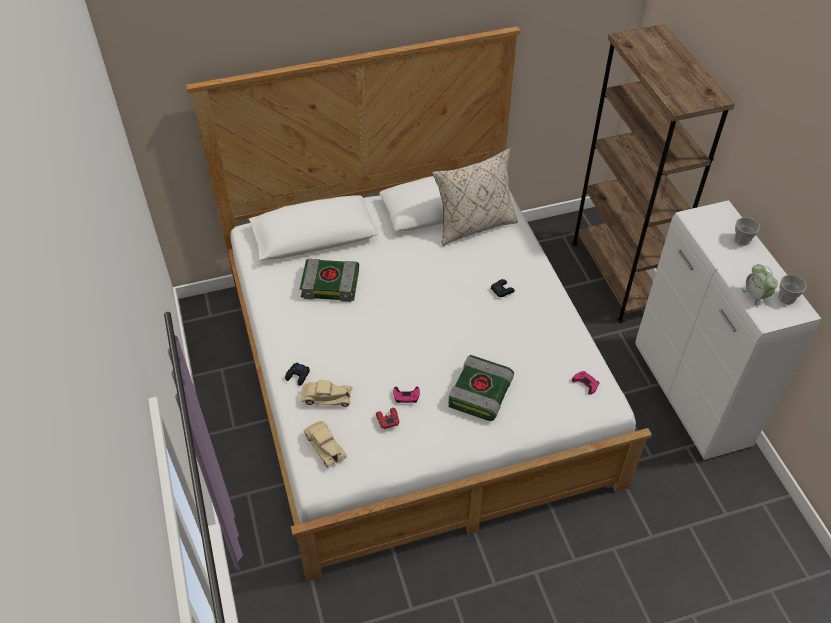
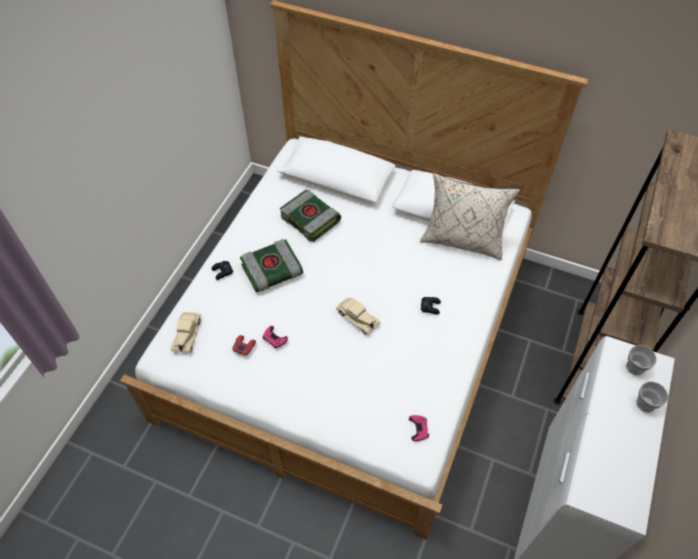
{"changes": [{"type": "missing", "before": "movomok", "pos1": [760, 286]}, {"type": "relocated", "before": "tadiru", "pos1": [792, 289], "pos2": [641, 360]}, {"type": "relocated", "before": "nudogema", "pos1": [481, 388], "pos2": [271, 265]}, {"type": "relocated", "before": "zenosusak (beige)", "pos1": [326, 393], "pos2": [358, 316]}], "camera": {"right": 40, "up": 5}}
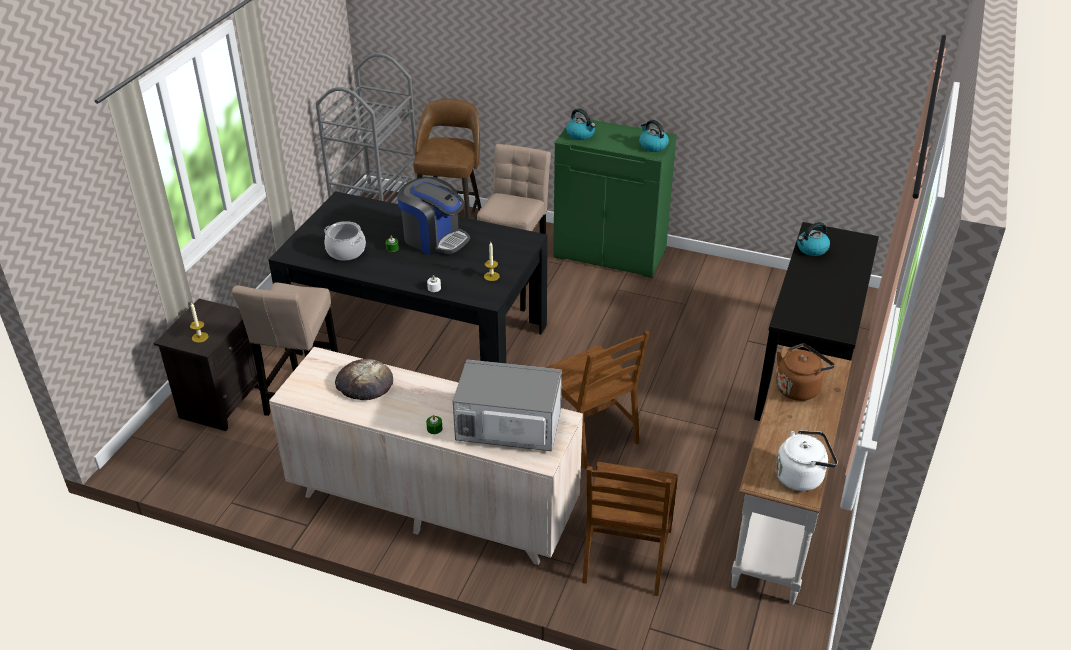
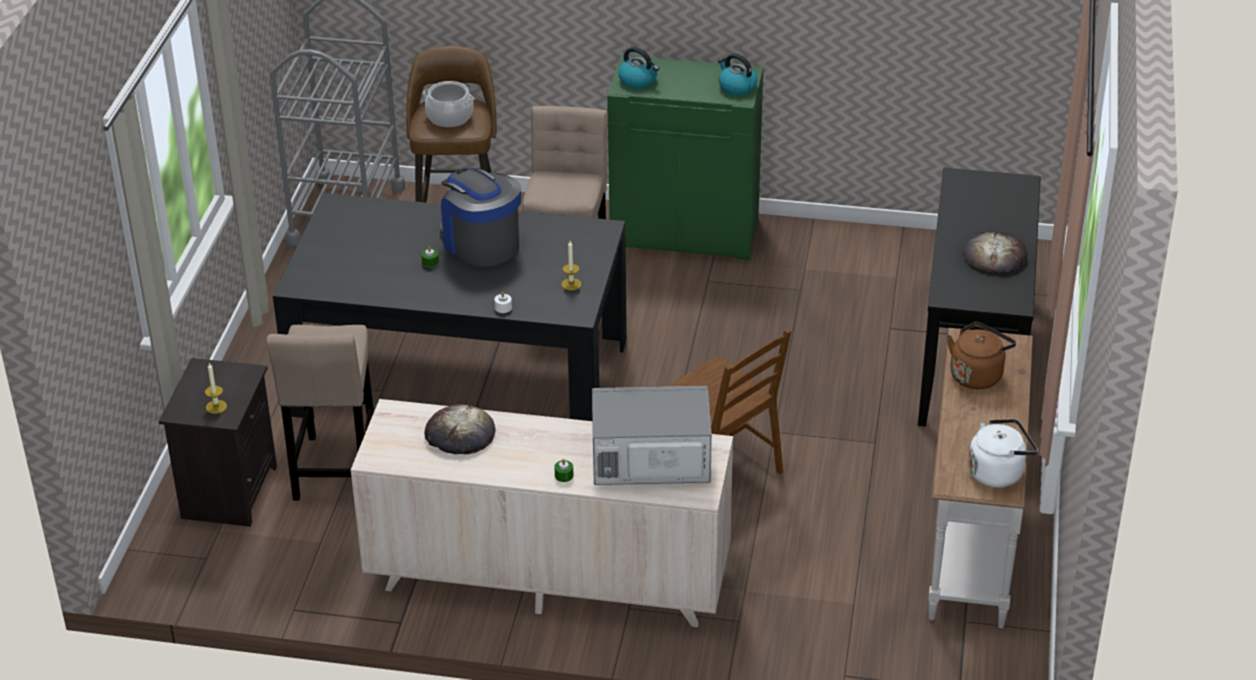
{"changes": [{"type": "spun", "before": "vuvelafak", "pos1": [433, 216], "pos2": [480, 217], "turn": -150}, {"type": "relocated", "before": "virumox", "pos1": [345, 240], "pos2": [448, 104]}, {"type": "missing", "before": "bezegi", "pos1": [813, 239]}, {"type": "missing", "before": "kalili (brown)", "pos1": [630, 529]}, {"type": "appeared", "after": "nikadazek", "pos2": [995, 252]}], "camera": {"right": -10, "up": 0}}
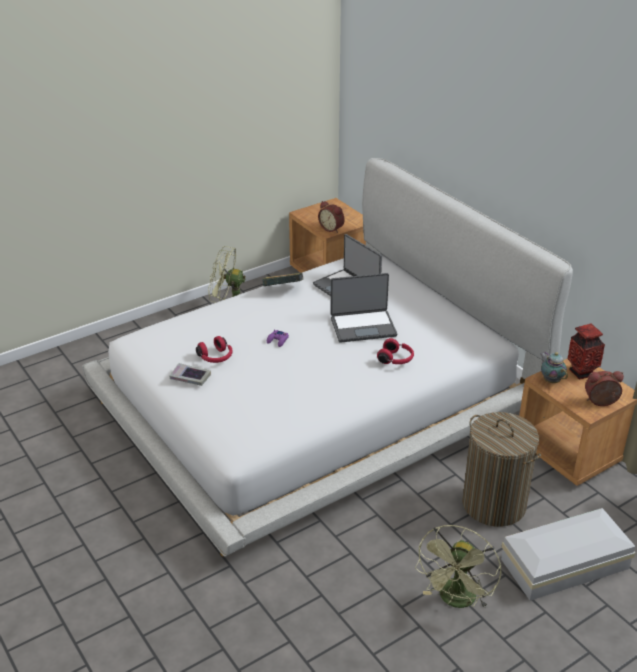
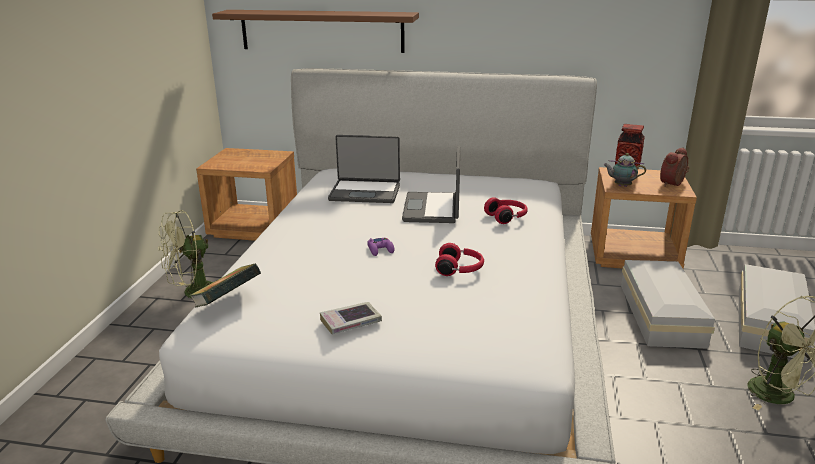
{"changes": [{"type": "missing", "before": "movomok", "pos1": [331, 217]}, {"type": "relocated", "before": "nudogema", "pos1": [283, 279], "pos2": [225, 285]}, {"type": "spun", "before": "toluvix", "pos1": [364, 308], "pos2": [431, 184], "turn": 150}, {"type": "relocated", "before": "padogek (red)", "pos1": [214, 349], "pos2": [459, 259]}, {"type": "exchanged", "before": "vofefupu", "after": "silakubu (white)", "pos1": [501, 469], "pos2": [668, 304]}, {"type": "appeared", "after": "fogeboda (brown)", "pos2": [315, 31]}], "camera": {"right": -45, "up": -10}}
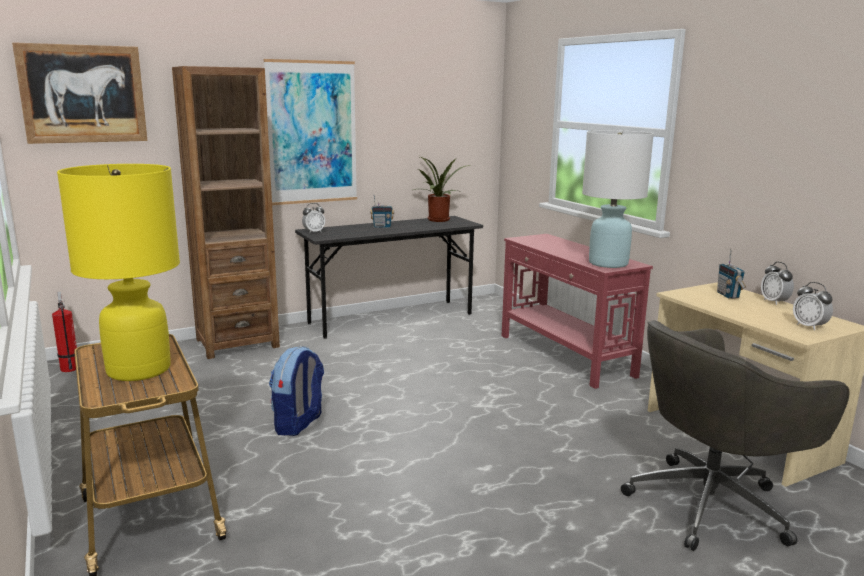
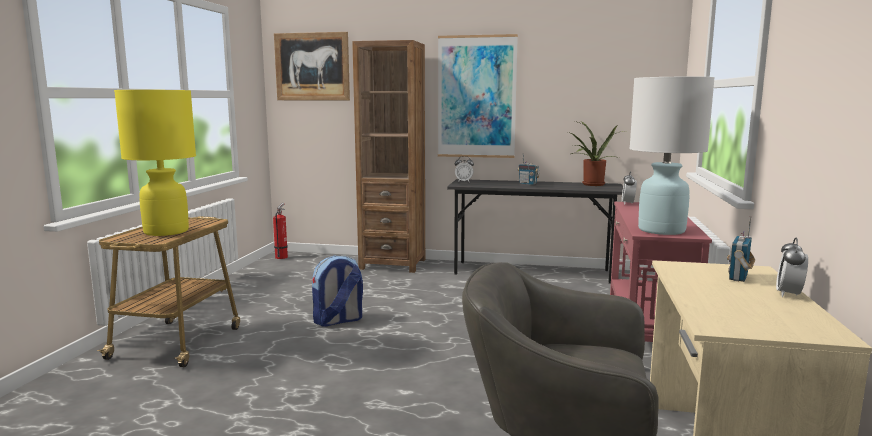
{"changes": [{"type": "relocated", "before": "movomok", "pos1": [813, 306], "pos2": [629, 188]}], "camera": {"right": 40, "up": -5}}
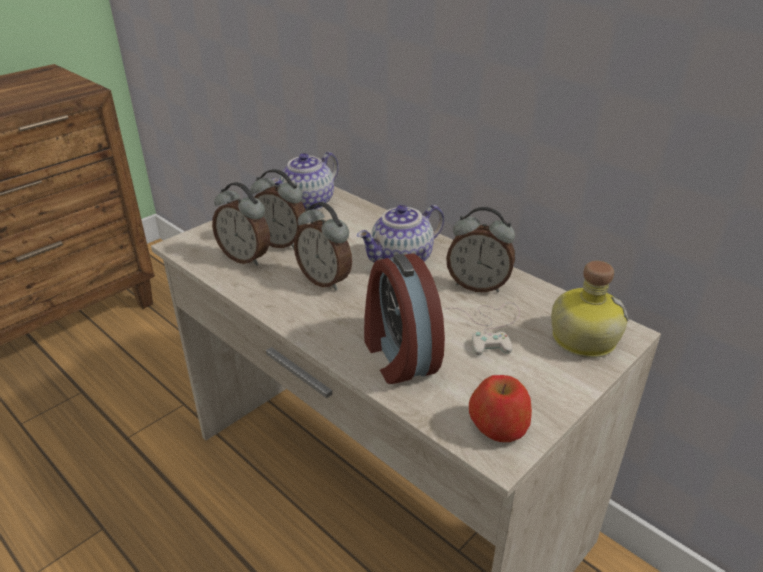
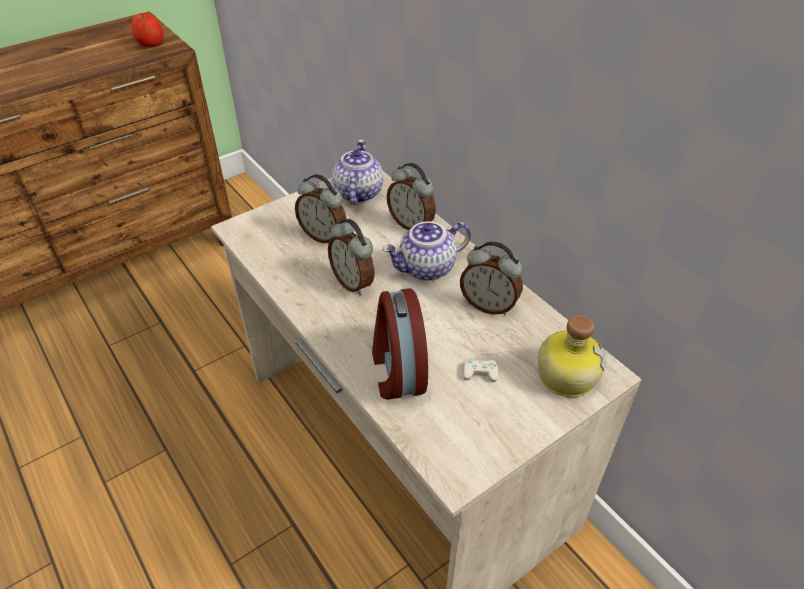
{"changes": [{"type": "spun", "before": "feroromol", "pos1": [305, 181], "pos2": [357, 172], "turn": 135}, {"type": "relocated", "before": "movomok", "pos1": [241, 224], "pos2": [411, 196]}, {"type": "relocated", "before": "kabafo", "pos1": [500, 408], "pos2": [147, 30]}], "camera": {"right": 10, "up": 10}}
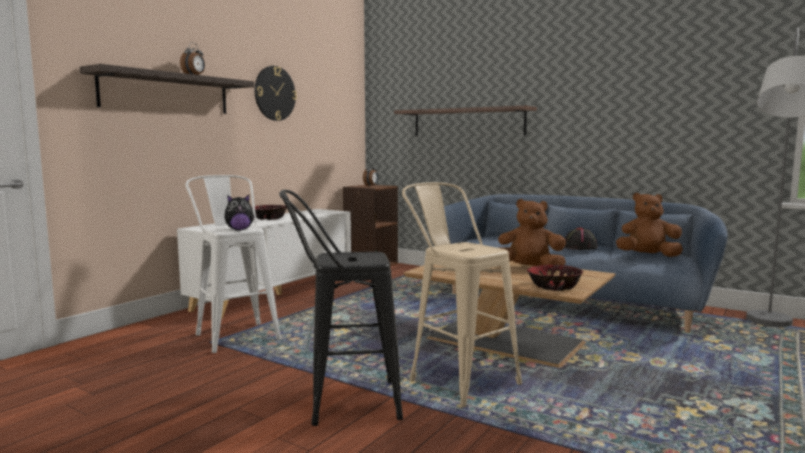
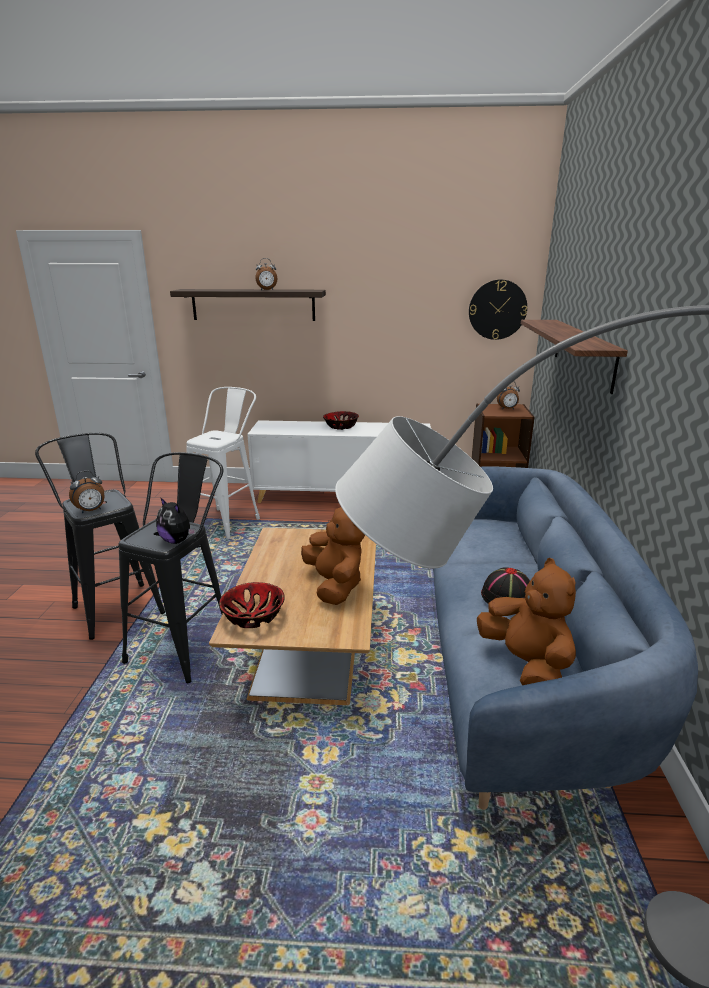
{"changes": [{"type": "relocated", "before": "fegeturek", "pos1": [275, 93], "pos2": [498, 310]}, {"type": "colour", "before": "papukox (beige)", "after": "papukox (black)", "pos1": [462, 294], "pos2": [170, 567]}, {"type": "relocated", "before": "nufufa", "pos1": [240, 212], "pos2": [176, 520]}, {"type": "appeared", "after": "movomok", "pos2": [86, 492]}], "camera": {"right": 60, "up": 15}}
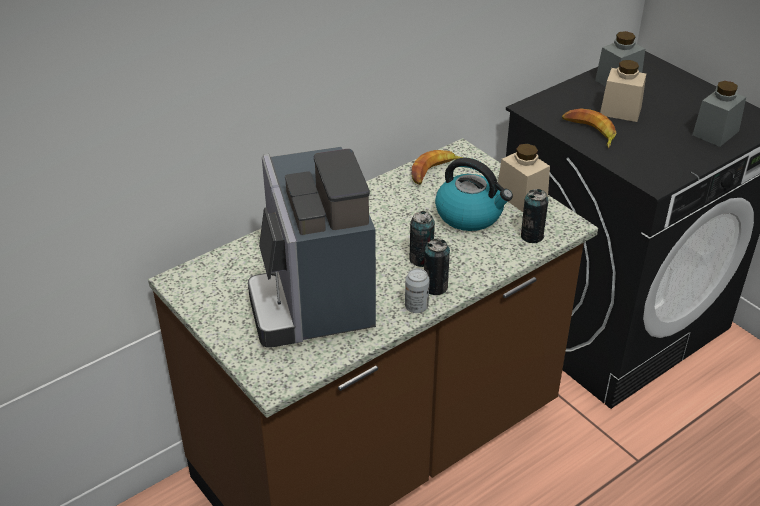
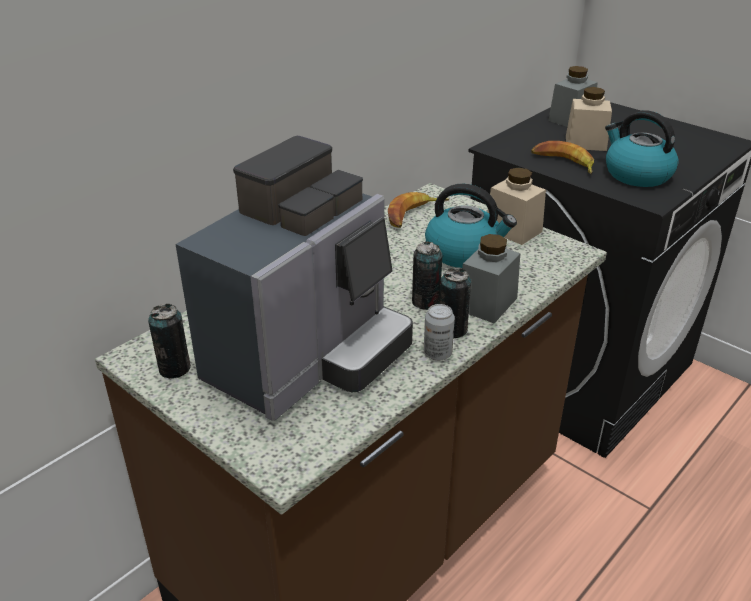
{"changes": [{"type": "relocated", "before": "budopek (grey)", "pos1": [719, 114], "pos2": [491, 278]}, {"type": "spun", "before": "vuvelafak", "pos1": [312, 247], "pos2": [294, 278], "turn": -120}, {"type": "relocated", "before": "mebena", "pos1": [534, 216], "pos2": [169, 341]}, {"type": "appeared", "after": "bezegi", "pos2": [642, 148]}], "camera": {"right": -10, "up": -5}}
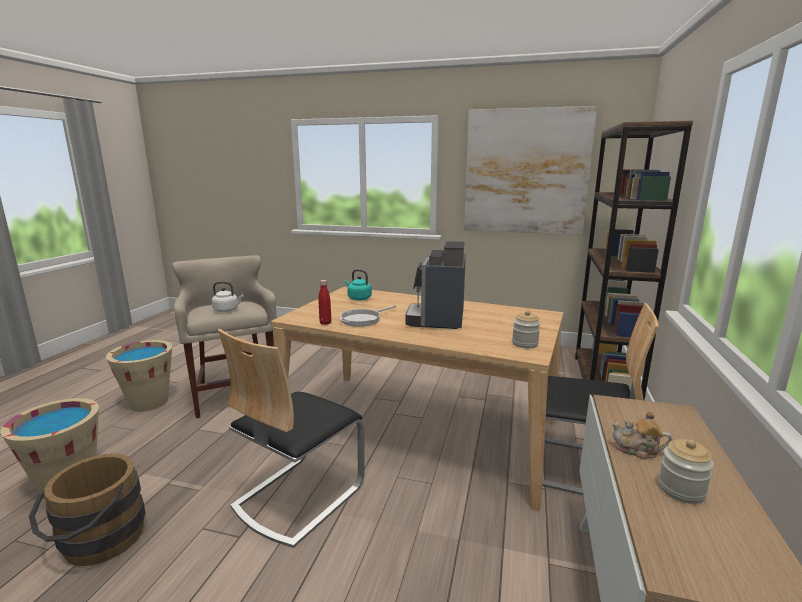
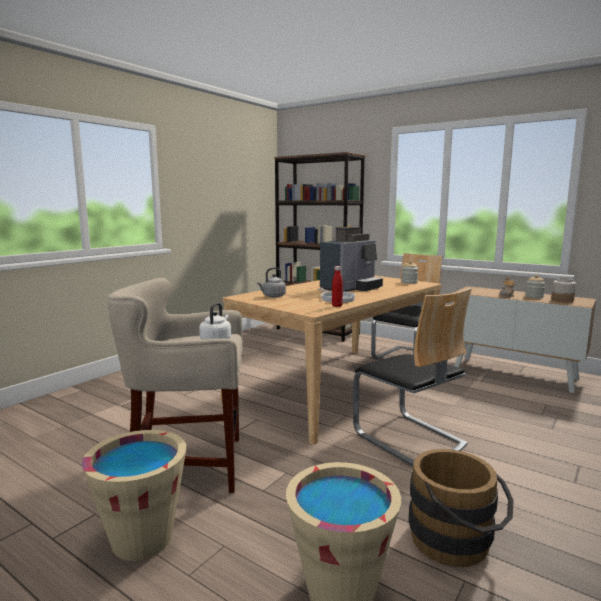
{"changes": [{"type": "missing", "before": "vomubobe", "pos1": [530, 170]}, {"type": "spun", "before": "vuvelafak", "pos1": [435, 285], "pos2": [351, 259], "turn": -75}, {"type": "colour", "before": "bezegi (turquoise)", "after": "bezegi (grey)", "pos1": [358, 284], "pos2": [271, 282]}, {"type": "appeared", "after": "budopek", "pos2": [563, 290]}], "camera": {"right": -70, "up": -5}}
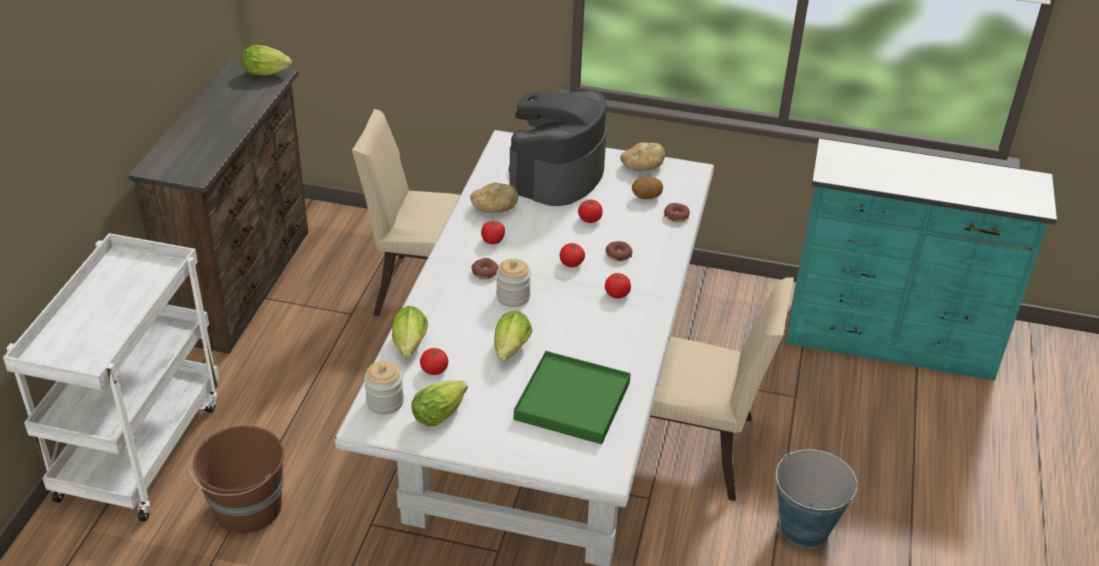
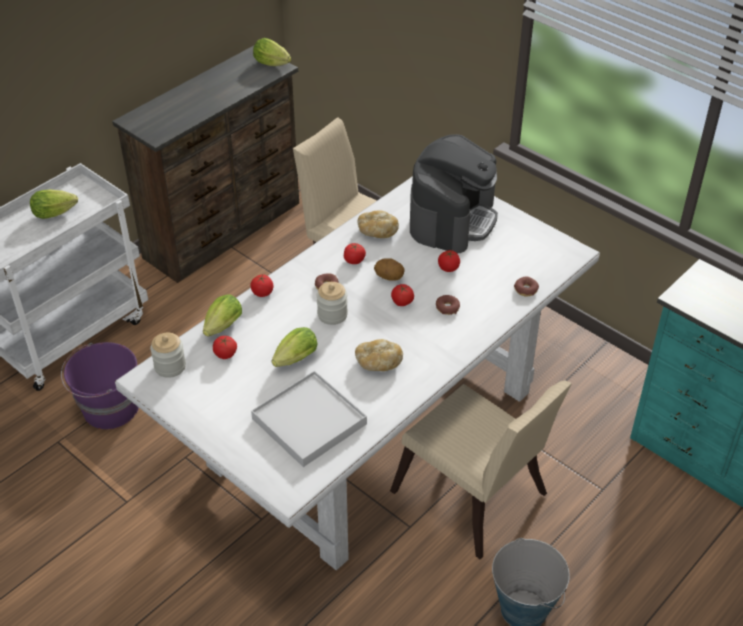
{"changes": [{"type": "spun", "before": "vuvelafak", "pos1": [558, 147], "pos2": [454, 194], "turn": 150}, {"type": "relocated", "before": "nikadazek", "pos1": [642, 157], "pos2": [379, 355]}, {"type": "relocated", "before": "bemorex", "pos1": [647, 187], "pos2": [389, 269]}, {"type": "relocated", "before": "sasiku", "pos1": [618, 286], "pos2": [261, 285]}, {"type": "colour", "before": "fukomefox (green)", "after": "fukomefox (white)", "pos1": [572, 397], "pos2": [309, 419]}, {"type": "relocated", "before": "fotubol", "pos1": [439, 403], "pos2": [54, 204]}, {"type": "colour", "before": "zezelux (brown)", "after": "zezelux (purple)", "pos1": [236, 480], "pos2": [100, 385]}], "camera": {"right": 30, "up": 5}}
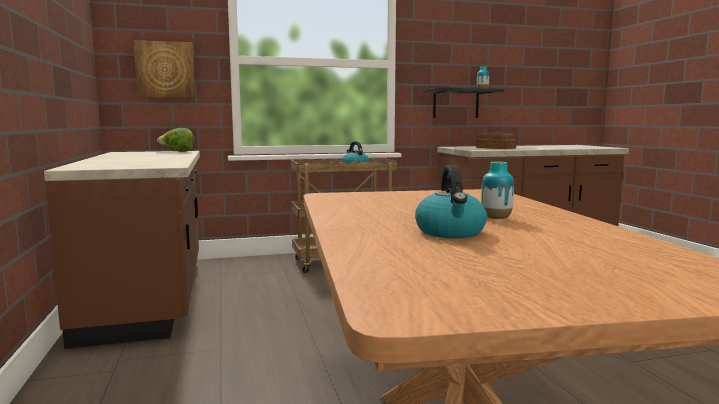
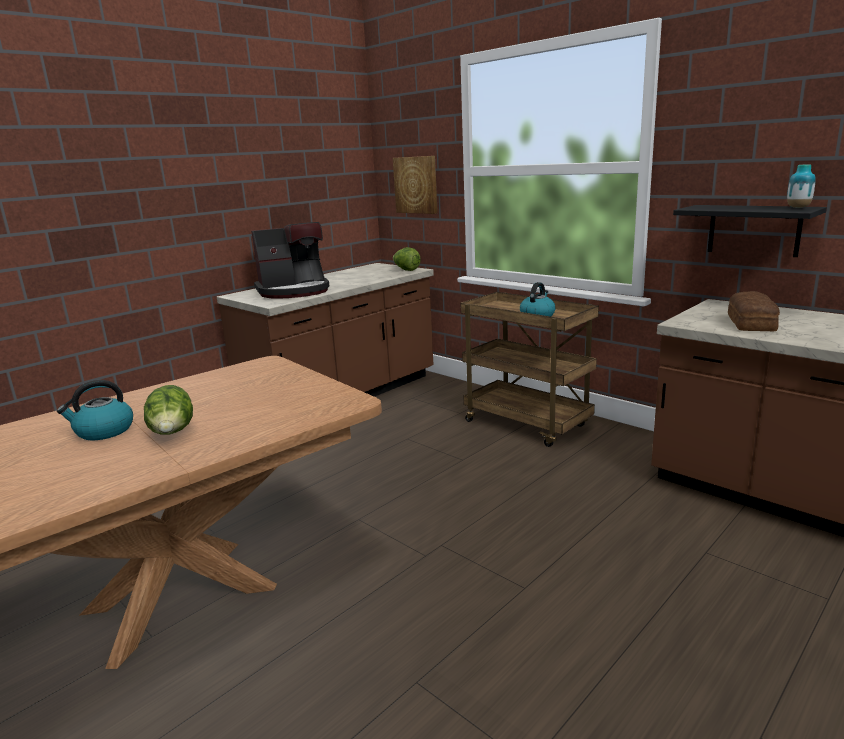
{"changes": [{"type": "exchanged", "before": "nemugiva", "after": "fotubol", "pos1": [497, 190], "pos2": [168, 410]}, {"type": "appeared", "after": "vuvelafak", "pos2": [290, 260]}], "camera": {"right": 60, "up": 10}}
